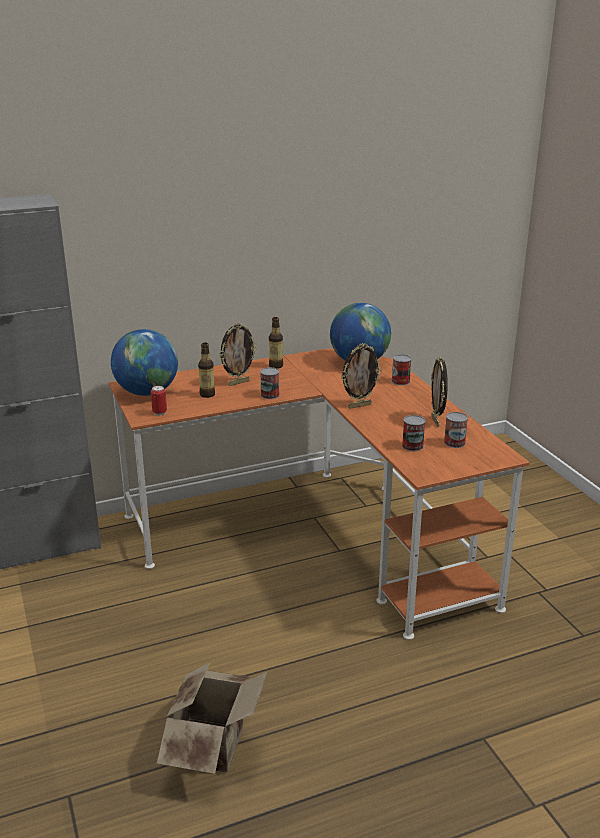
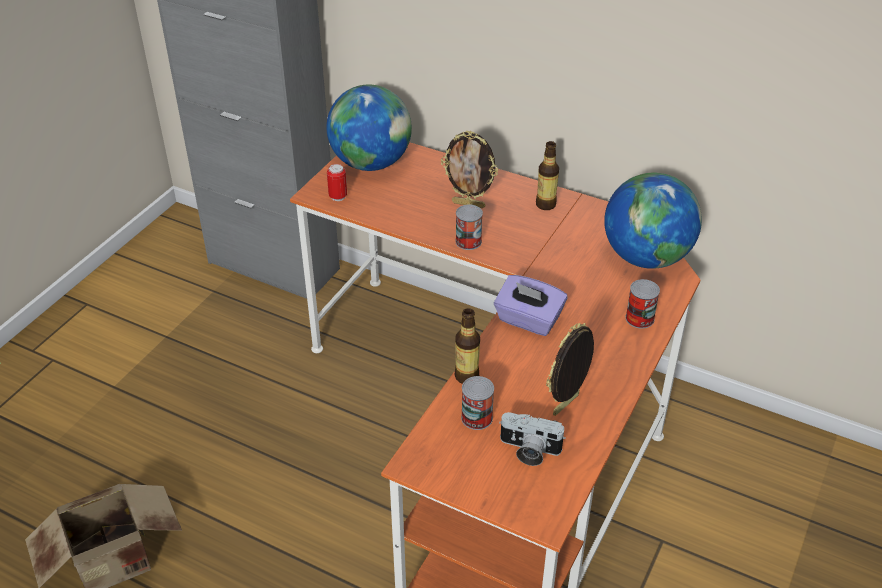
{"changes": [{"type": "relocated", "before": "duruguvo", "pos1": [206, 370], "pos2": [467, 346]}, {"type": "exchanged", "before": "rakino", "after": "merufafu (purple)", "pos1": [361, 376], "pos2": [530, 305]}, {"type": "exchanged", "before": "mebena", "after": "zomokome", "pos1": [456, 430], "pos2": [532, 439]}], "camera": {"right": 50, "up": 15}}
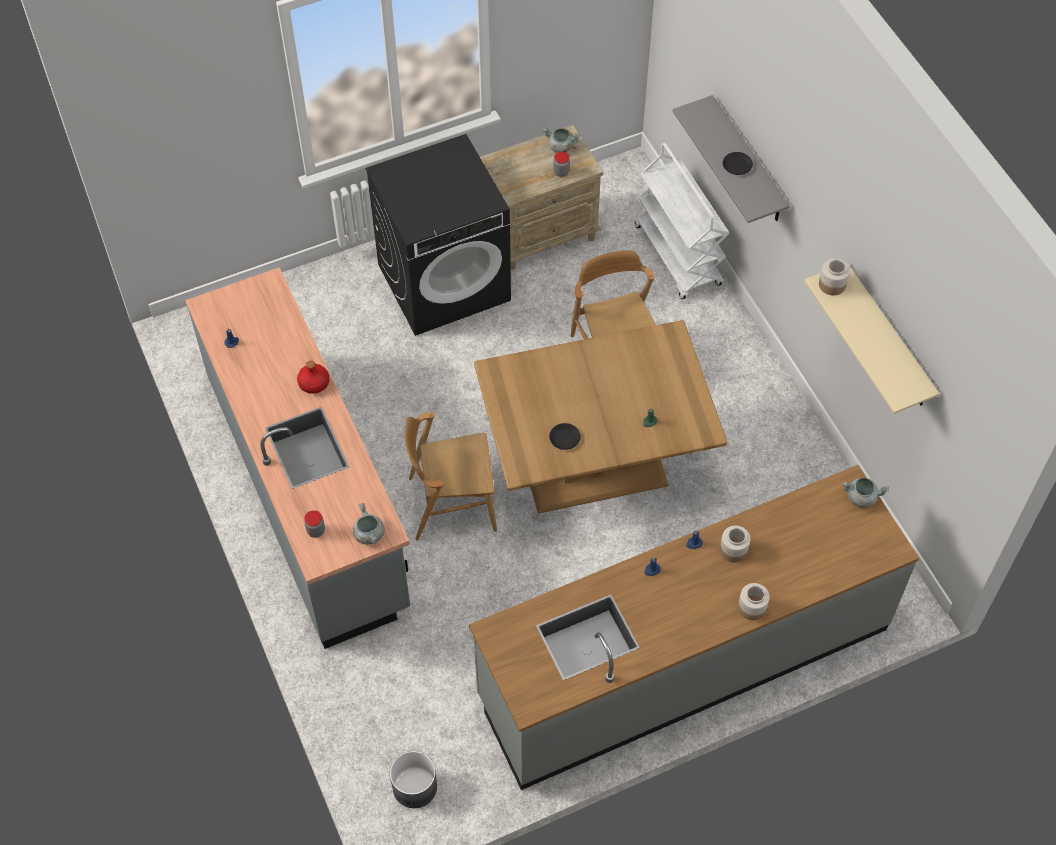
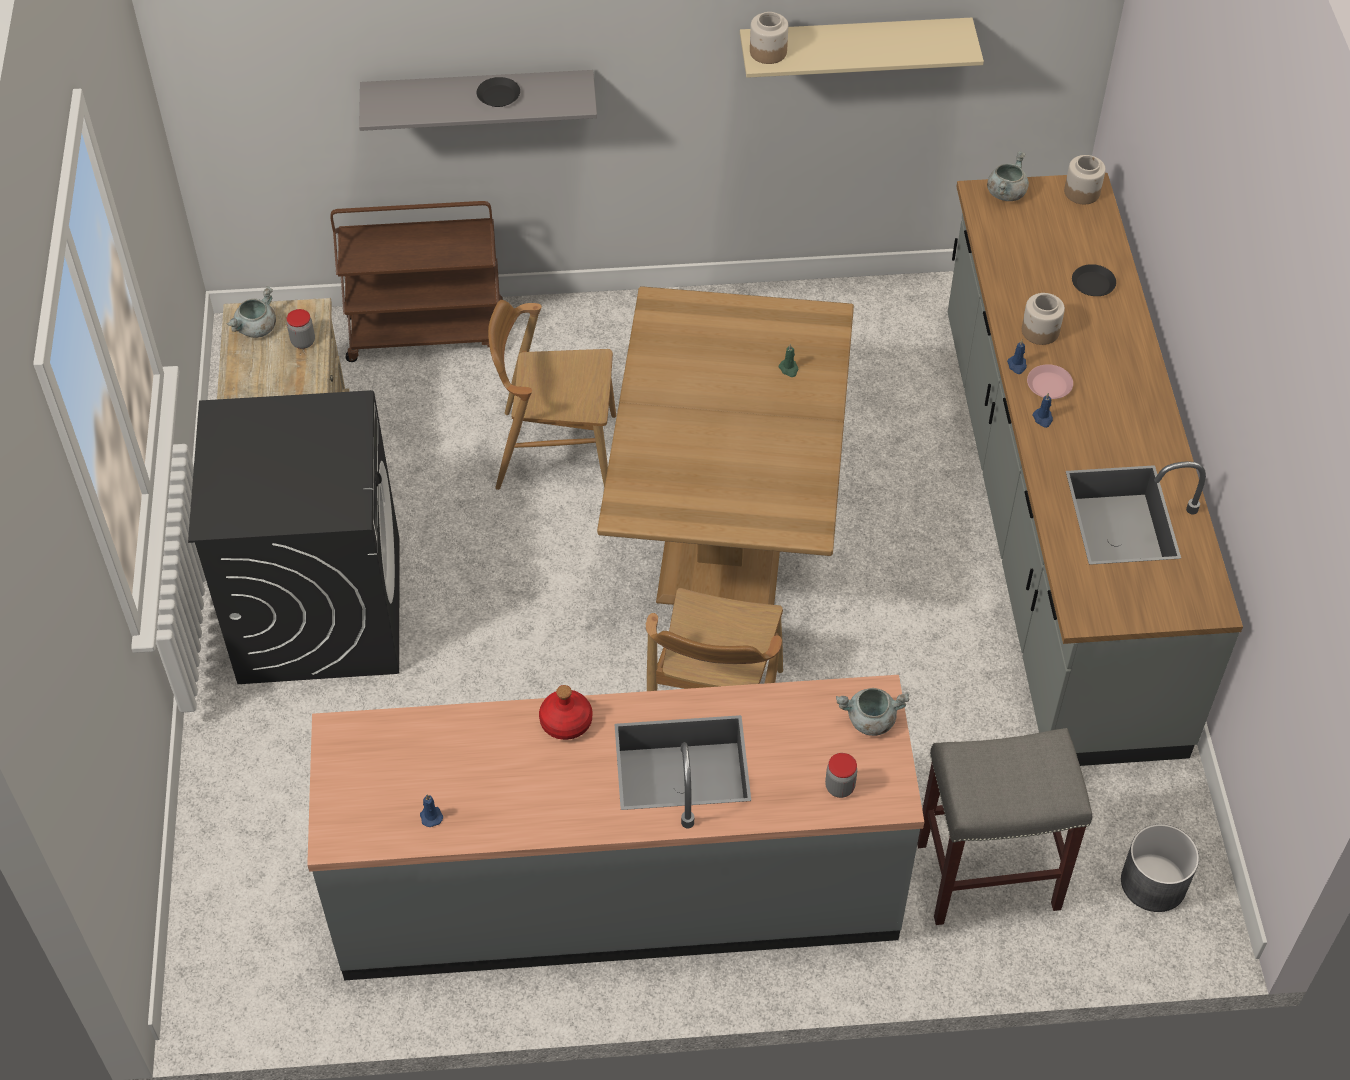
{"changes": [{"type": "colour", "before": "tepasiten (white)", "after": "tepasiten (brown)", "pos1": [682, 221], "pos2": [417, 281]}, {"type": "relocated", "before": "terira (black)", "pos1": [565, 436], "pos2": [1094, 280]}, {"type": "relocated", "before": "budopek", "pos1": [754, 602], "pos2": [1085, 179]}, {"type": "appeared", "after": "terira (pink)", "pos2": [1050, 381]}, {"type": "appeared", "after": "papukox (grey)", "pos2": [1004, 826]}], "camera": {"right": -70, "up": -5}}
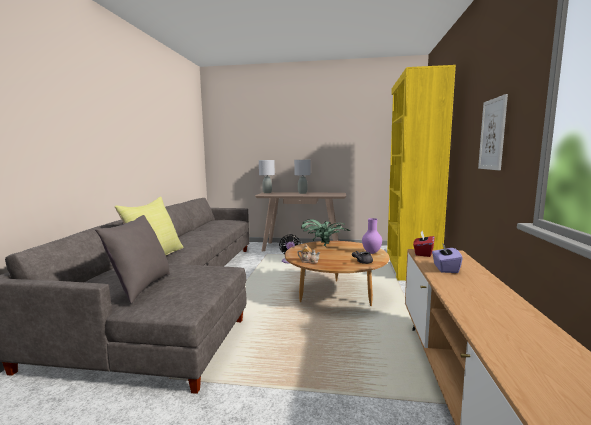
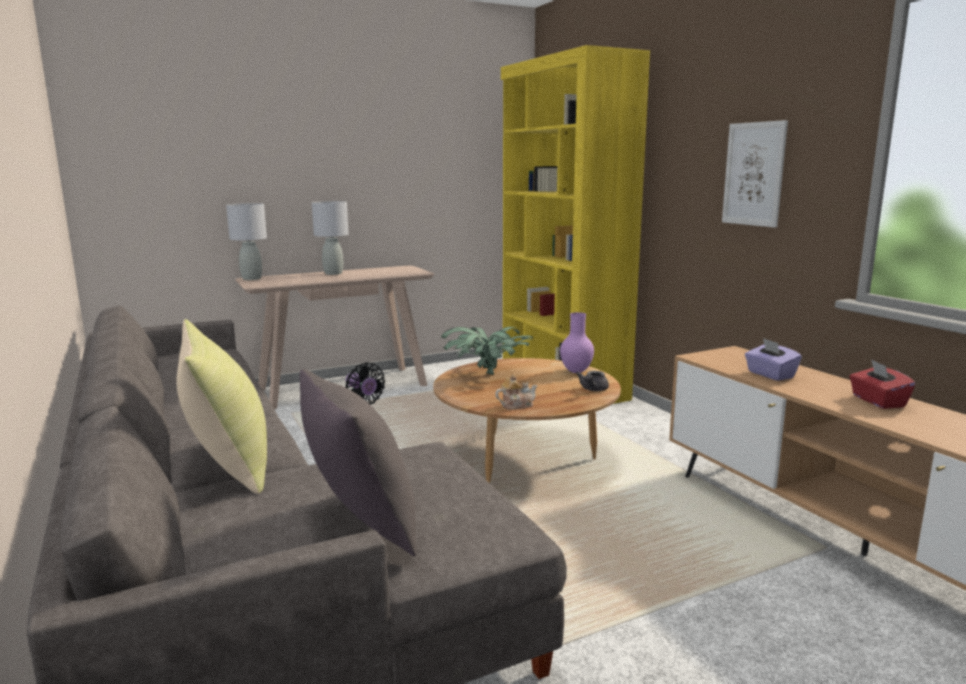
{"changes": [{"type": "relocated", "before": "merufafu (red)", "pos1": [424, 243], "pos2": [882, 384]}], "camera": {"right": -35, "up": 5}}
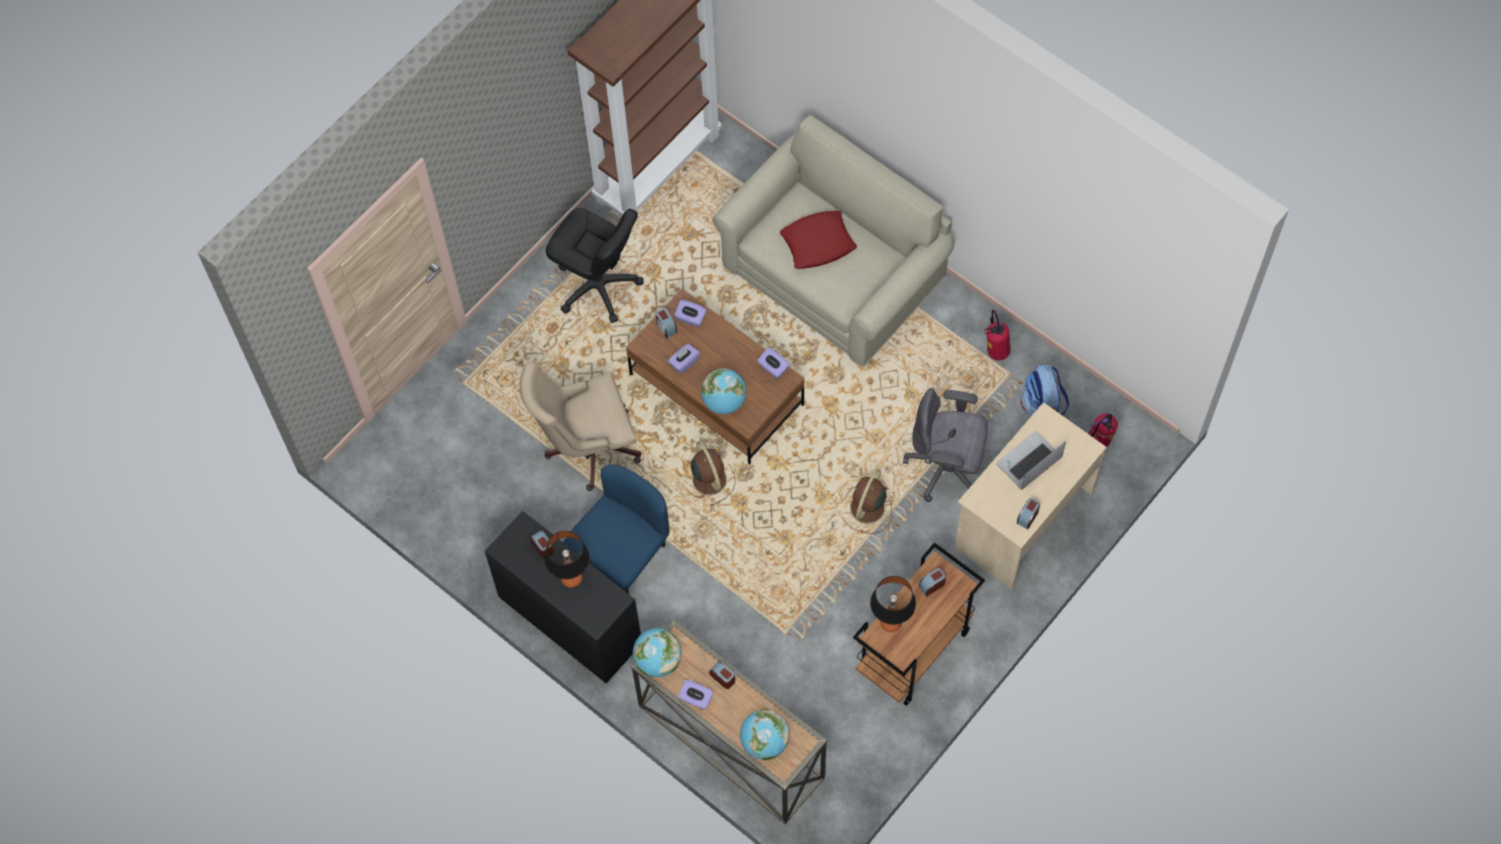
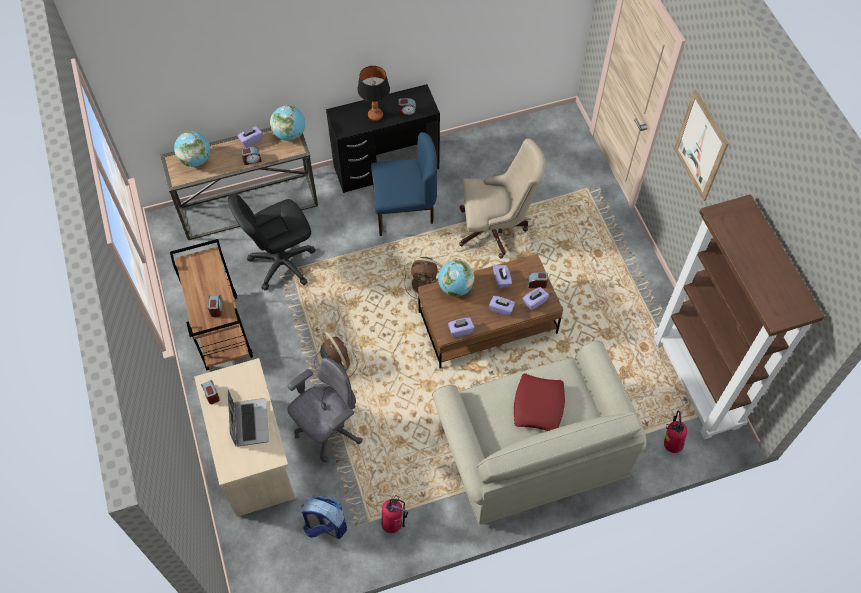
{"changes": [{"type": "relocated", "before": "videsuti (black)", "pos1": [595, 265], "pos2": [272, 242]}, {"type": "spun", "before": "videsuti (beige)", "pos1": [580, 426], "pos2": [502, 199], "turn": 75}, {"type": "relocated", "before": "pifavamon", "pos1": [1103, 430], "pos2": [675, 431]}, {"type": "spun", "before": "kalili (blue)", "pos1": [616, 529], "pos2": [404, 184], "turn": -75}, {"type": "missing", "before": "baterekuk", "pos1": [893, 604]}, {"type": "appeared", "after": "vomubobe", "pos2": [701, 145]}, {"type": "appeared", "after": "merufafu (purple)", "pos2": [502, 306]}], "camera": {"right": 120, "up": -5}}
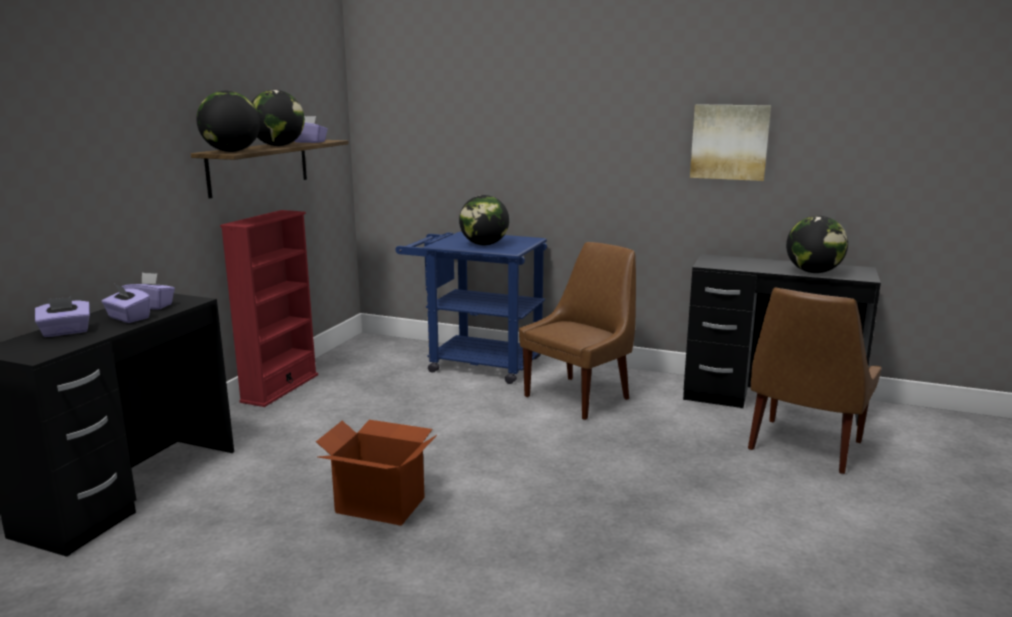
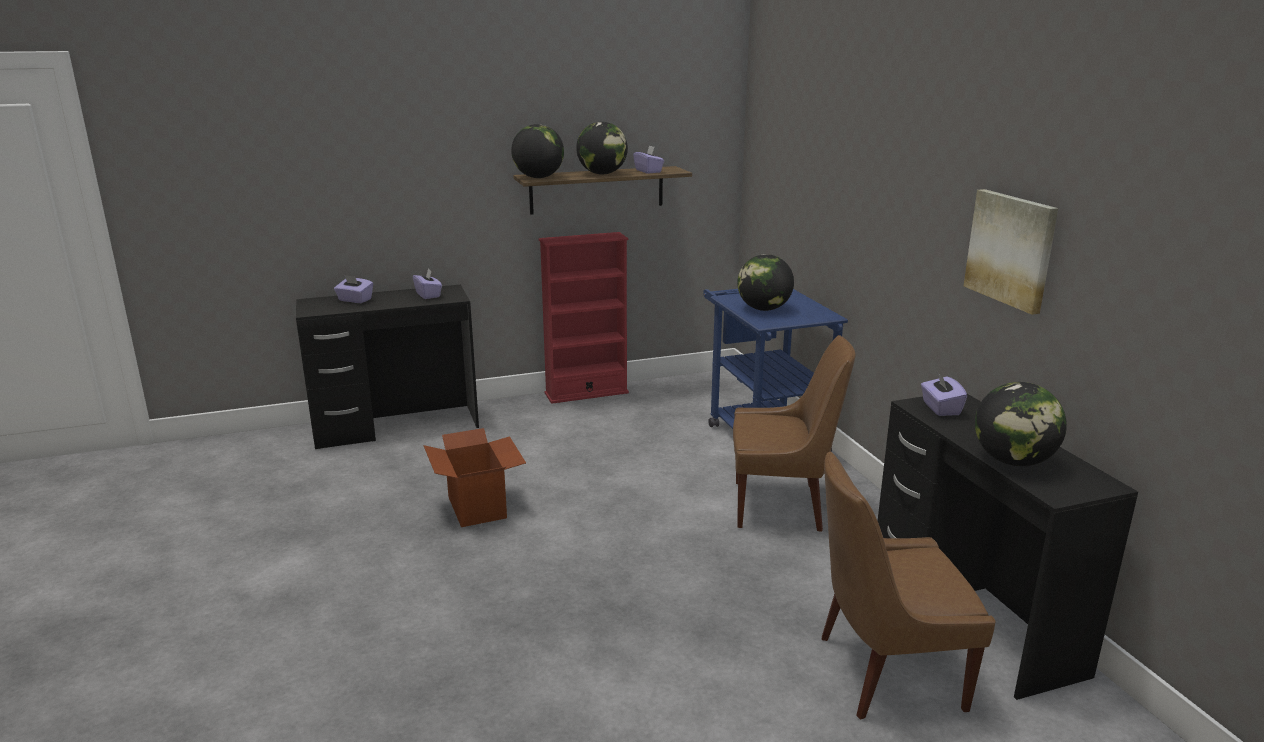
{"changes": [{"type": "relocated", "before": "merufafu (purple)", "pos1": [126, 303], "pos2": [944, 393]}], "camera": {"right": 50, "up": 5}}
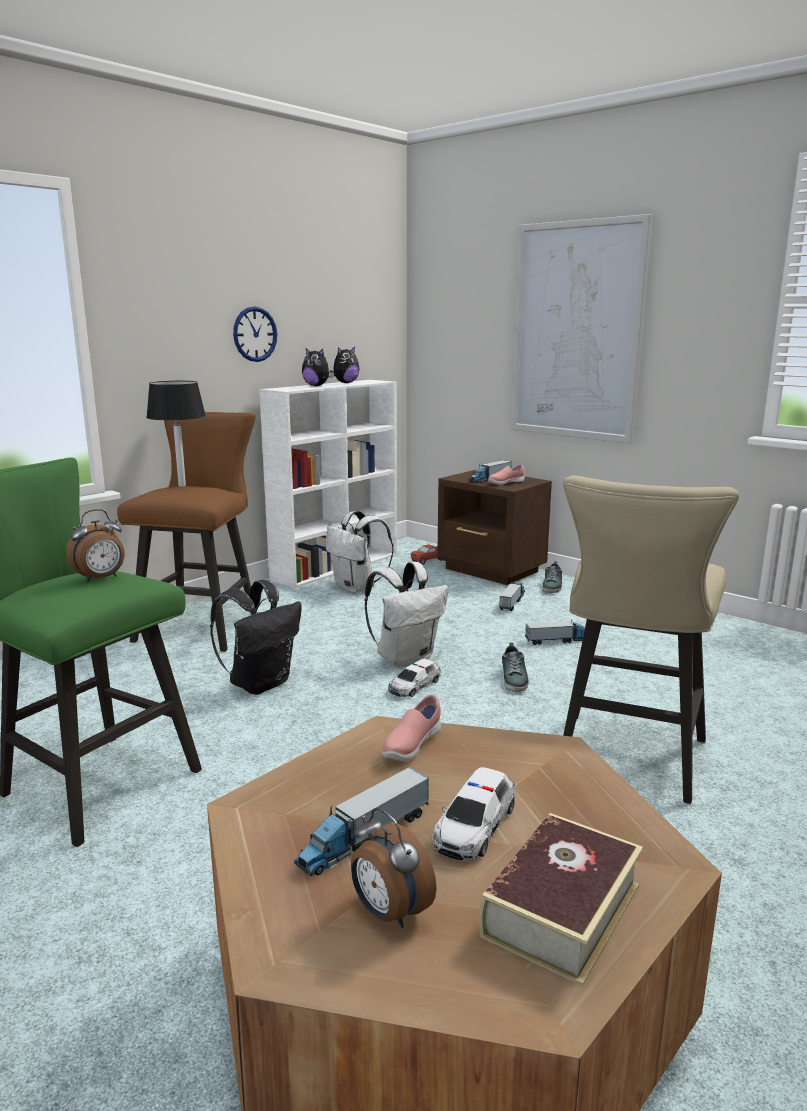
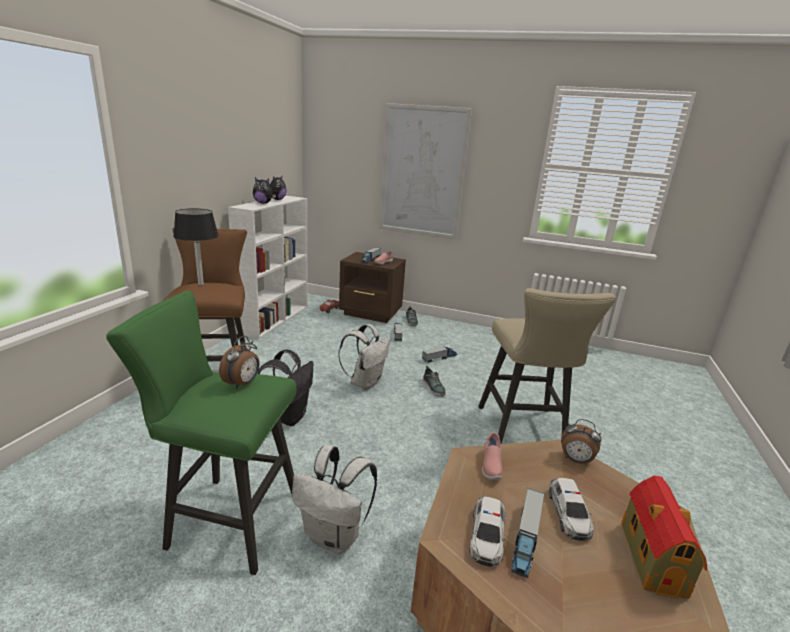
{"changes": [{"type": "missing", "before": "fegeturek", "pos1": [255, 334]}, {"type": "relocated", "before": "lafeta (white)", "pos1": [359, 552], "pos2": [334, 499]}, {"type": "relocated", "before": "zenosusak", "pos1": [414, 678], "pos2": [487, 532]}, {"type": "relocated", "before": "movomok", "pos1": [394, 868], "pos2": [581, 442]}, {"type": "exchanged", "before": "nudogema", "after": "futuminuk", "pos1": [561, 899], "pos2": [664, 537]}], "camera": {"right": -25, "up": 5}}
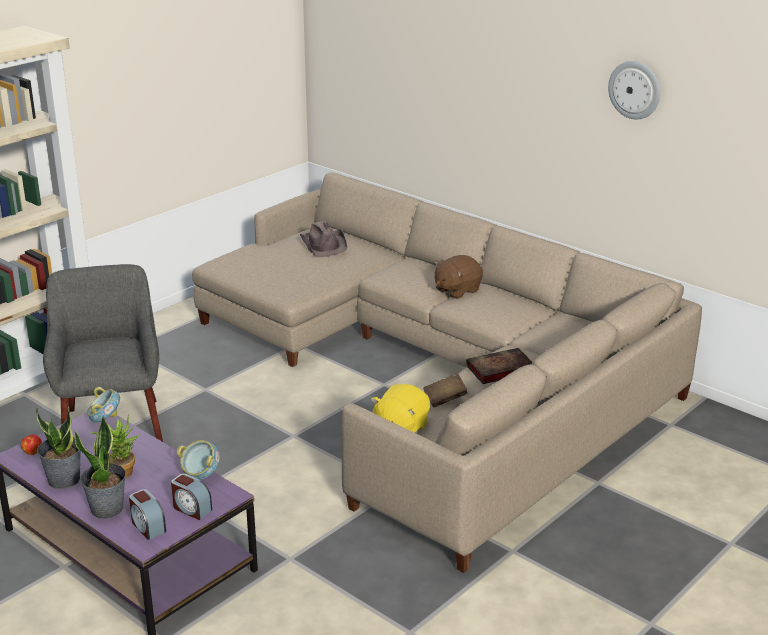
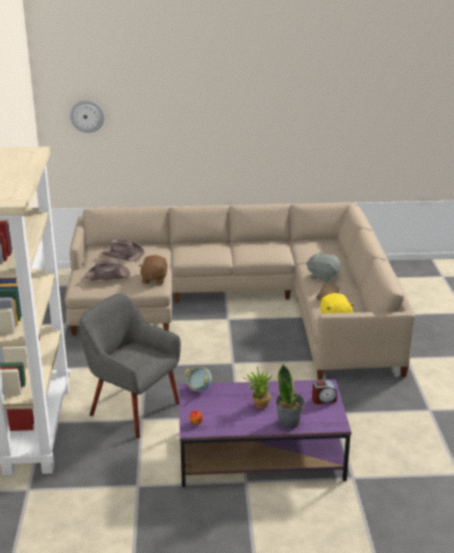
{"changes": [{"type": "relocated", "before": "fegeturek", "pos1": [634, 90], "pos2": [87, 116]}, {"type": "relocated", "before": "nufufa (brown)", "pos1": [458, 277], "pos2": [153, 269]}, {"type": "exchanged", "before": "nudogema", "after": "nufufa (grey)", "pos1": [499, 366], "pos2": [323, 267]}, {"type": "missing", "before": "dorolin", "pos1": [58, 448]}, {"type": "missing", "before": "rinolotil", "pos1": [198, 460]}, {"type": "missing", "before": "movomok", "pos1": [147, 514]}, {"type": "appeared", "after": "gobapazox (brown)", "pos2": [107, 269]}], "camera": {"right": -45, "up": 0}}
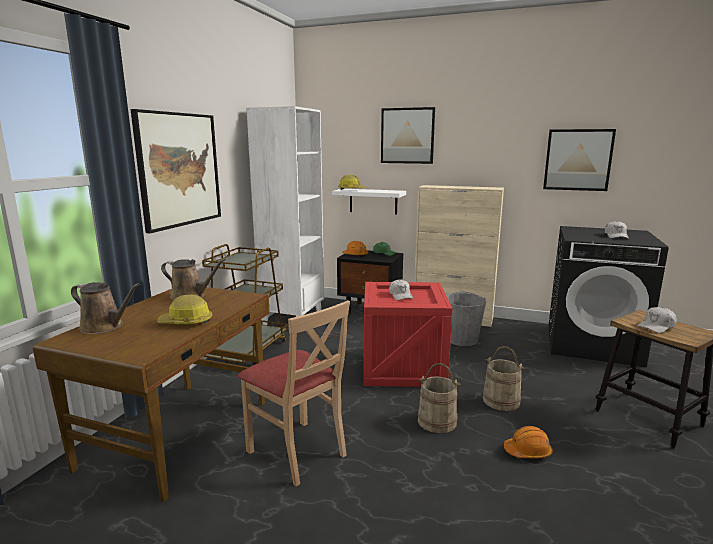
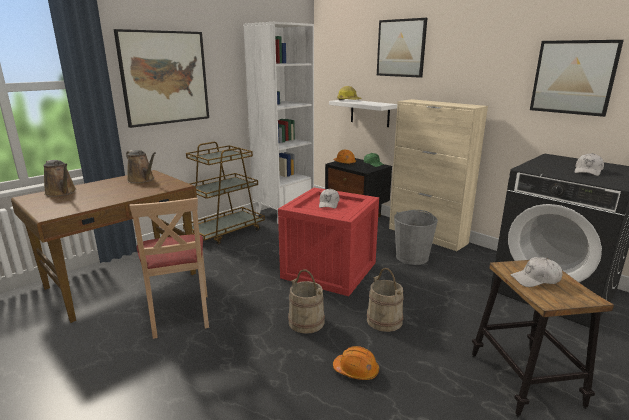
{"changes": [{"type": "missing", "before": "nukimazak", "pos1": [184, 309]}], "camera": {"right": 25, "up": 5}}
